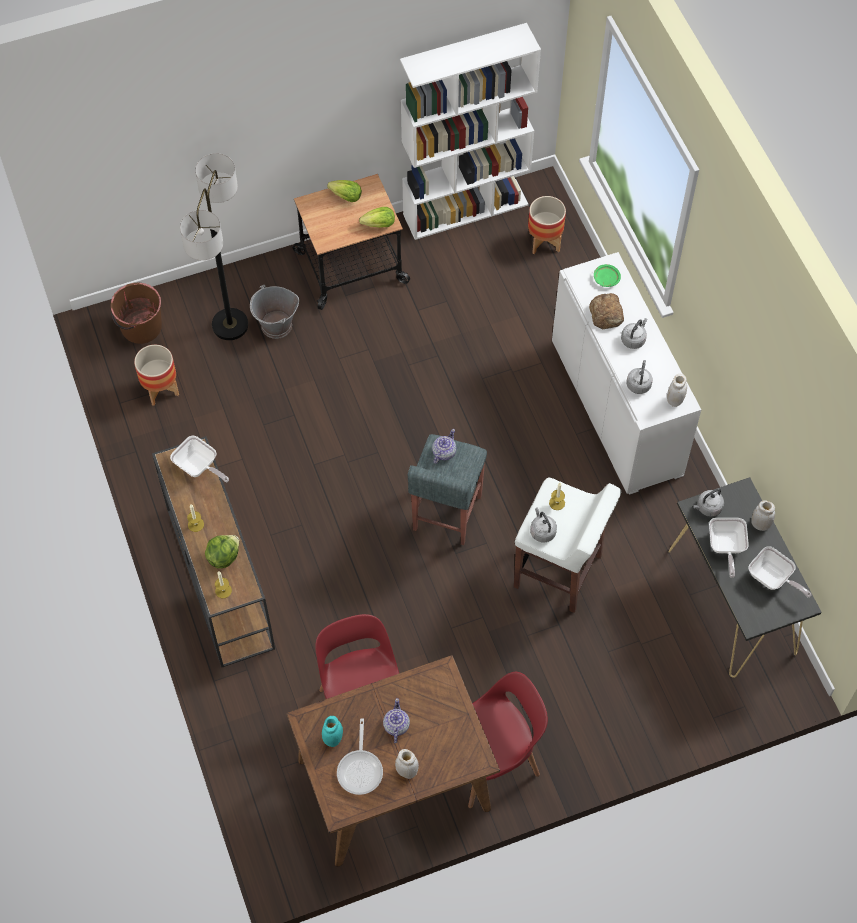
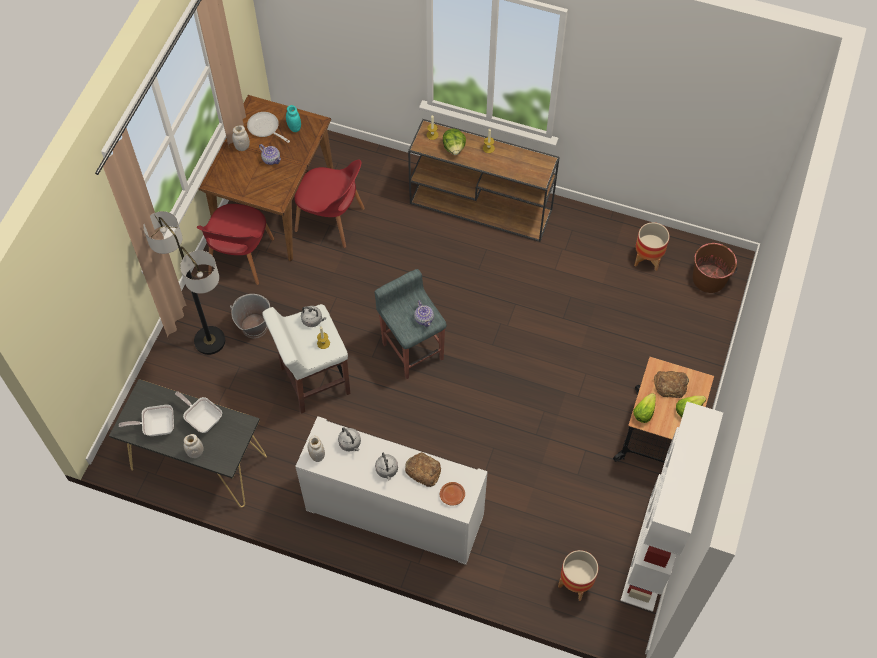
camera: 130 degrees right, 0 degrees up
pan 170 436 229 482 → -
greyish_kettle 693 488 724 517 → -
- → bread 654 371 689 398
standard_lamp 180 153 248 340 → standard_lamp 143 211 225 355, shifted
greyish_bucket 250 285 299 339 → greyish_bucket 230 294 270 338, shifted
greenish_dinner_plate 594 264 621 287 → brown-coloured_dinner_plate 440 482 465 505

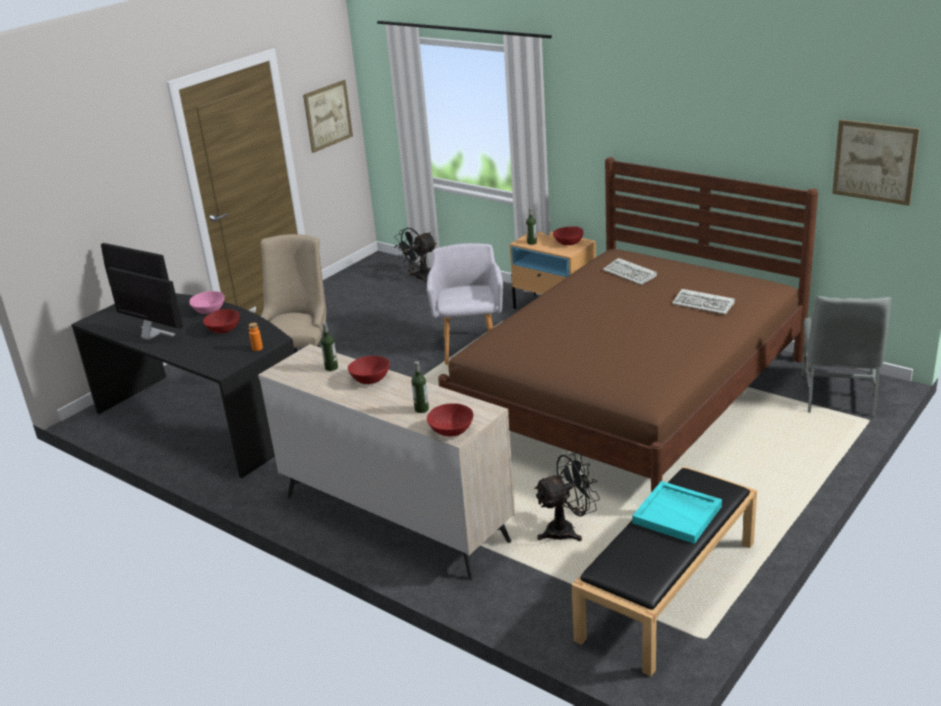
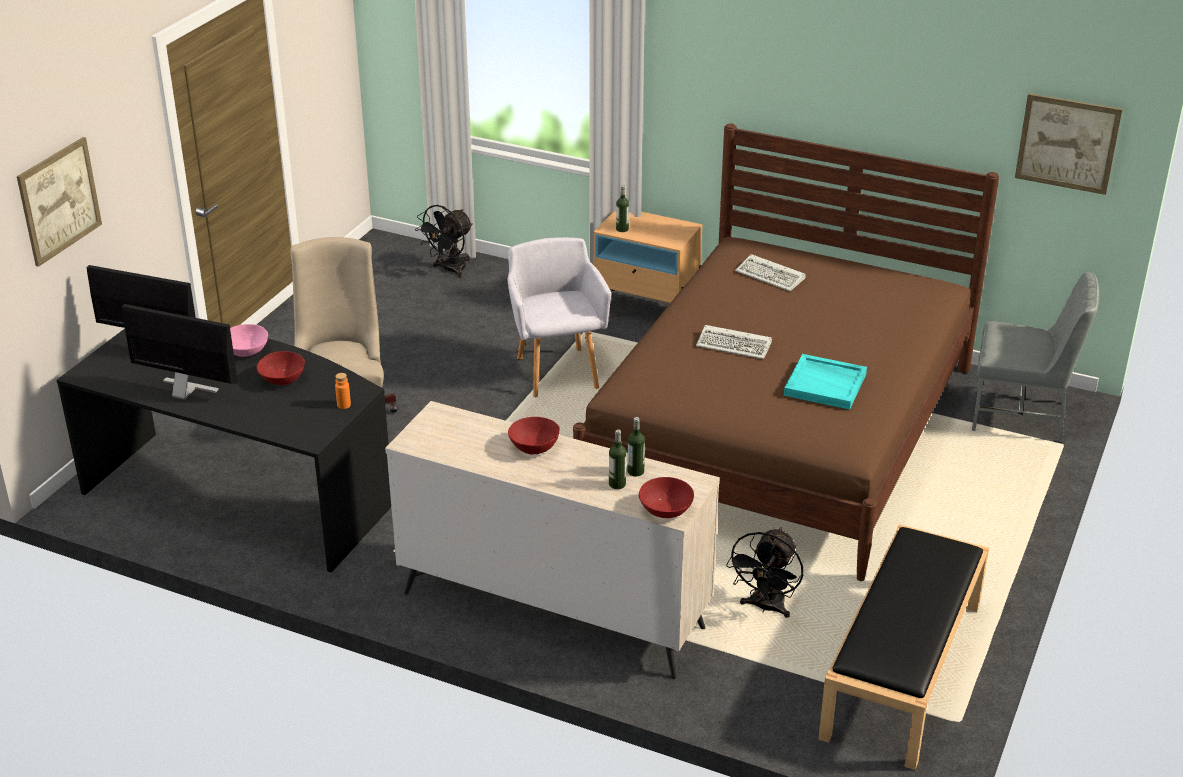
camera: 15 degrees left, 5 degrees up
red_bowl 553 226 584 245 → -
picture 303 80 353 153 → picture 17 137 102 267, shifted
bottle 321 322 338 371 → bottle 627 417 645 477, shifted
turquoise_tray 632 481 722 544 → turquoise_tray 784 354 867 410, shifted
computer_keyboard 672 289 735 314 → computer_keyboard 696 325 772 359, shifted
black_fan 534 453 600 541 → black_fan 726 527 803 618, 150 degrees clockwise
greyish_plain_chair 801 296 891 417 → greyish_plain_chair 972 272 1099 443, 75 degrees counterclockwise

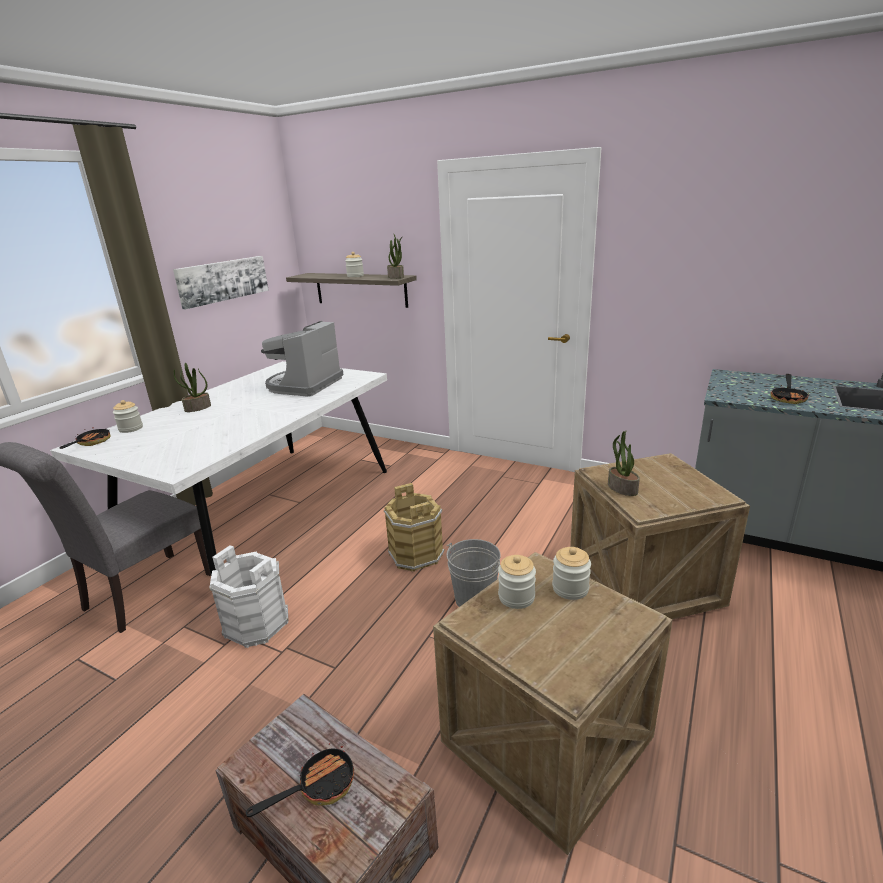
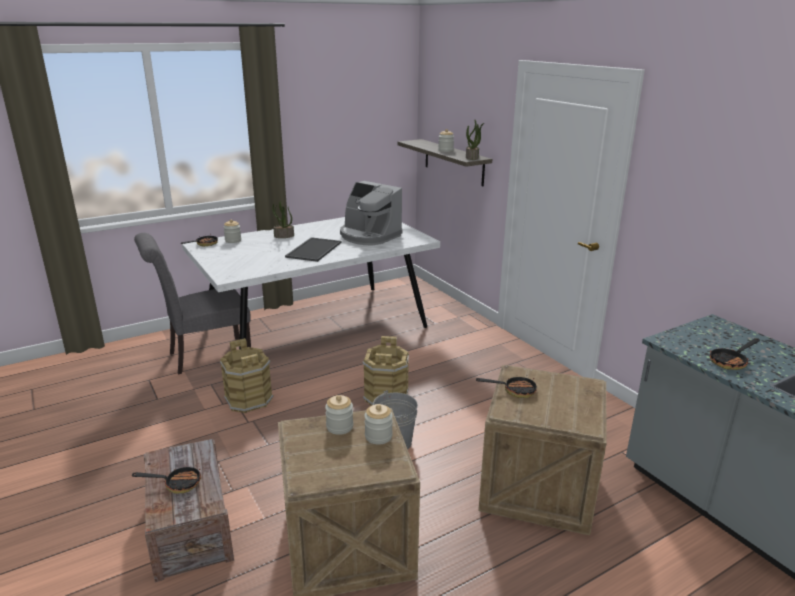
camera: 30 degrees right, 0 degrees up
picture 173 256 269 309 → -
- → tray 285 237 341 262
houseplant 608 431 640 496 → pan 476 375 537 398
white-coloured_bucket 209 545 289 648 → brown-coloured_bucket 220 338 274 413
coffee_brewer 261 321 344 397 → coffee_brewer 340 181 403 245, 105 degrees counterclockwise

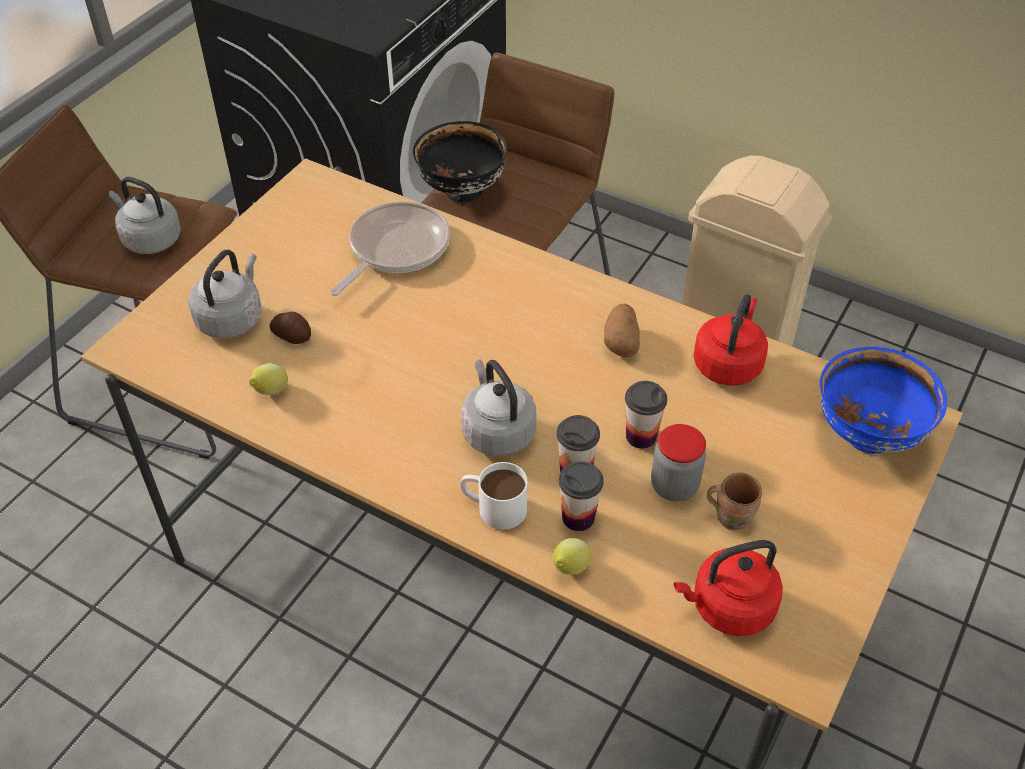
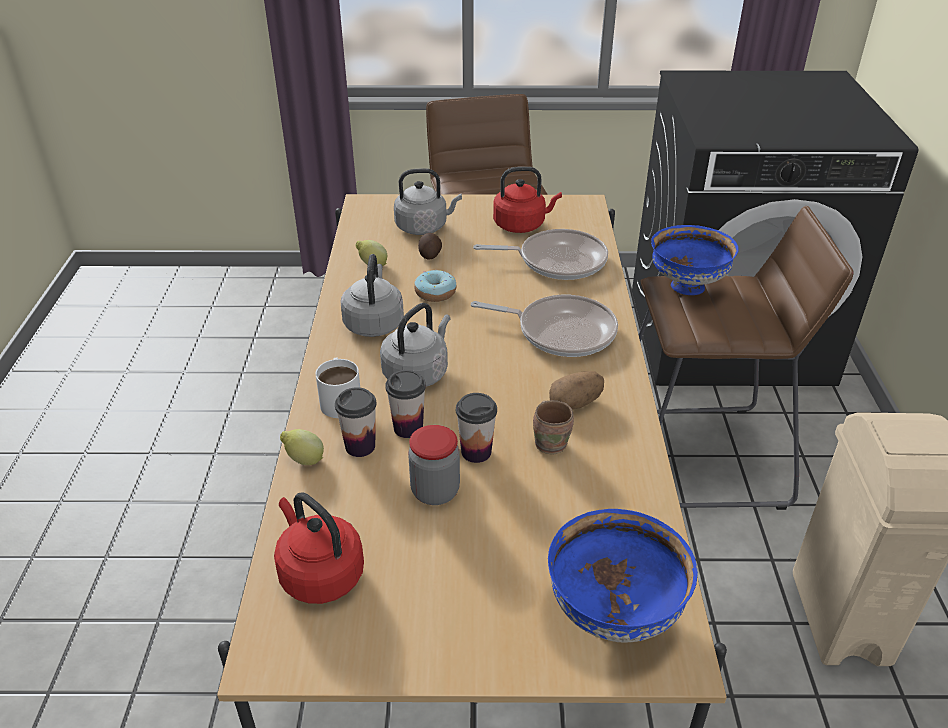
camera: 60 degrees right, 10 degrees down
- → doughnut 414 270 456 302
- → pan 471 295 618 357
greyish_kettle 109 177 181 254 → greyish_kettle 340 254 404 337, shifted
red_kettle 693 294 768 386 → red_kettle 493 167 562 233, shifted
brown-coloured_mug 707 473 762 531 → brown-coloured_mug 533 400 574 455, shifted
black_bowl 413 121 507 202 → blue-coloured_bowl 651 225 739 295

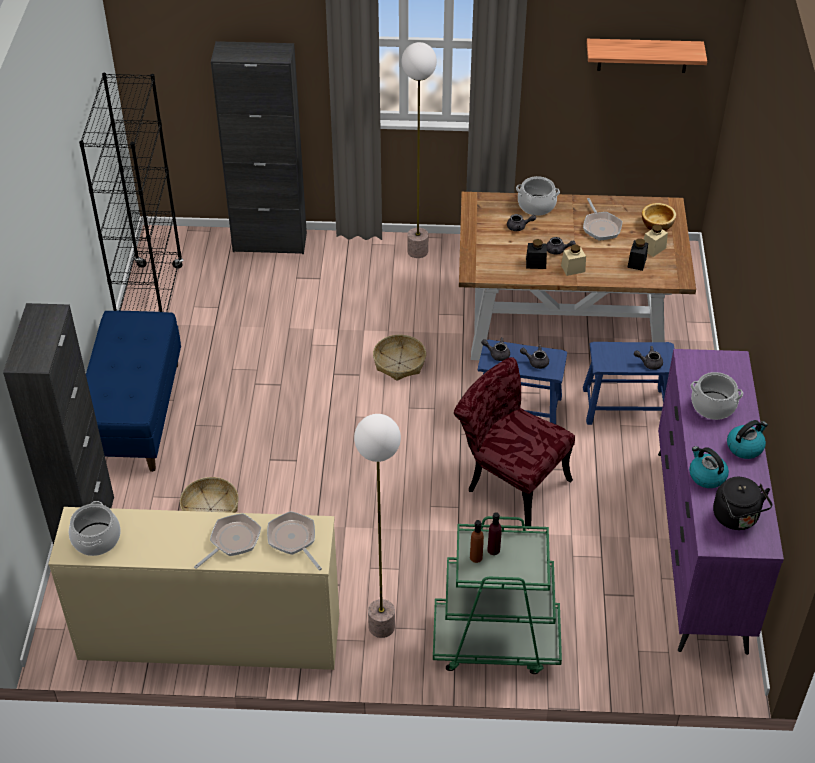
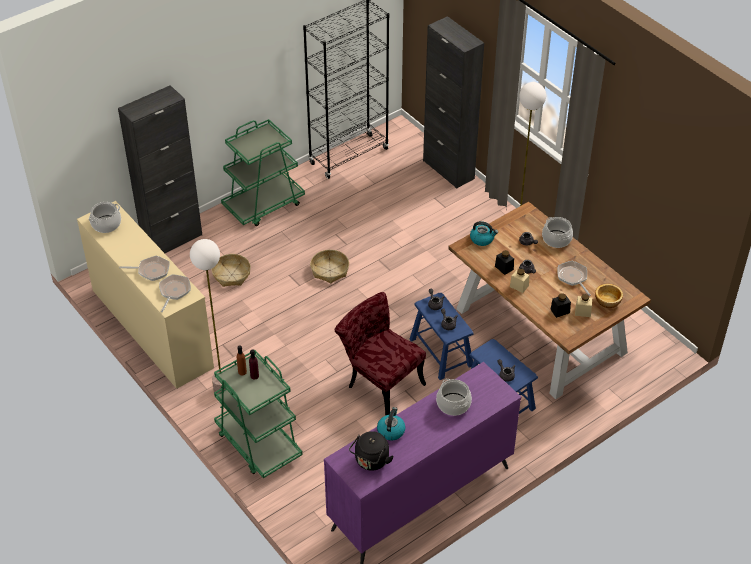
camera: 50 degrees right, 0 degrees up
shelf 586 39 707 73 → -
storage_basket 373 335 426 381 → storage_basket 310 250 349 284, shifted
kettle 727 420 768 459 → kettle 470 221 498 246, shifted
blue-coloured_long_seat 86 311 181 472 → greenish_trolley 221 119 305 226
red_plain_chair 454 357 575 526 → red_plain_chair 335 292 426 416, 45 degrees counterclockwise
pan 583 198 622 240 → pan 557 261 591 296, 120 degrees clockwise

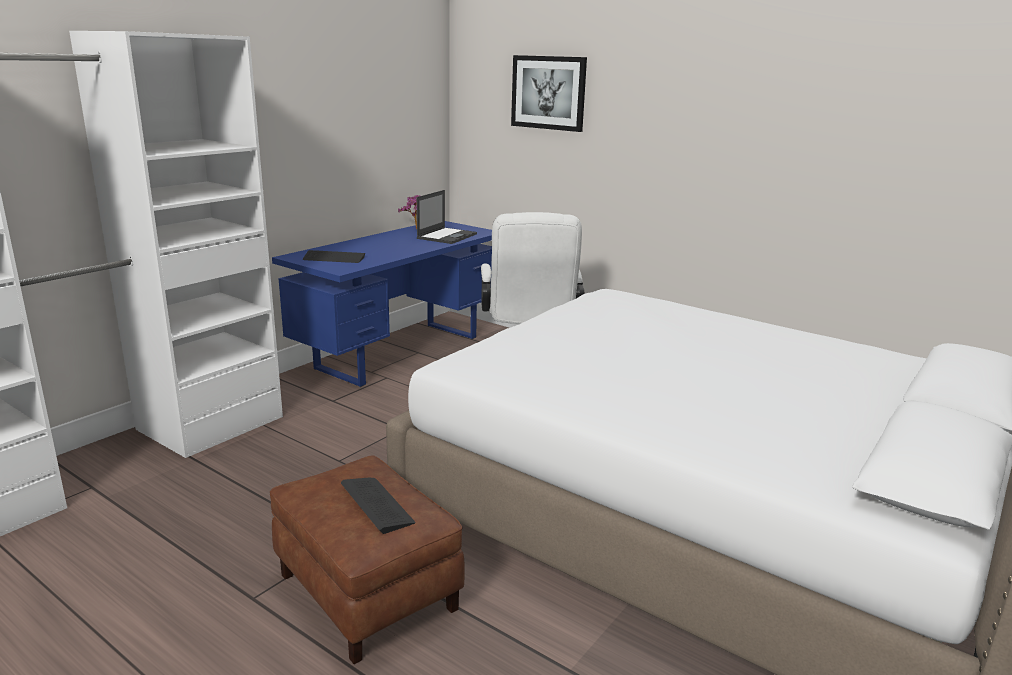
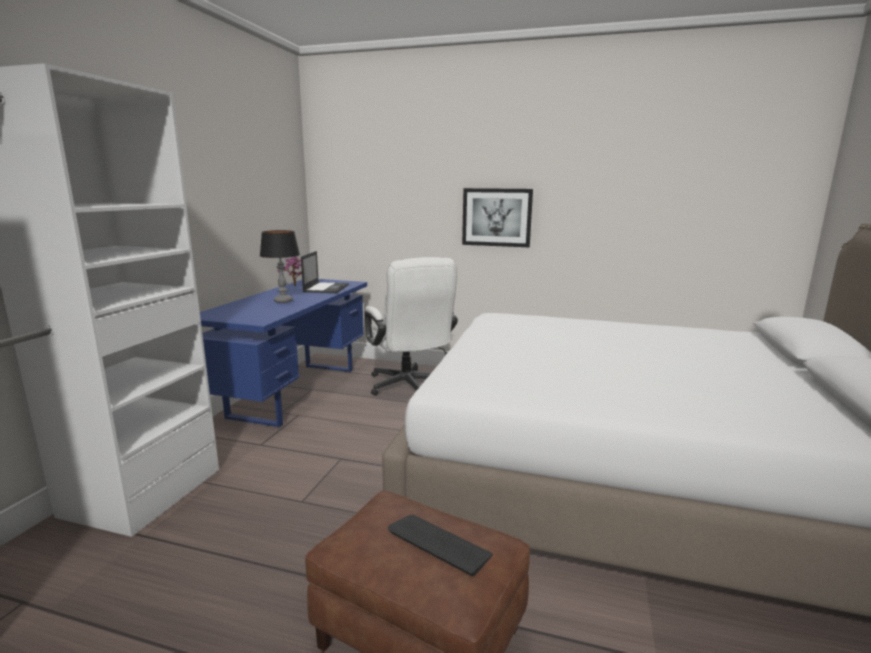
camera: 20 degrees left, 5 degrees down
computer_keyboard 303 250 365 263 → -
- → tabletop_lamp 260 230 300 303
picture 511 55 587 132 → picture 462 188 533 247, shifted

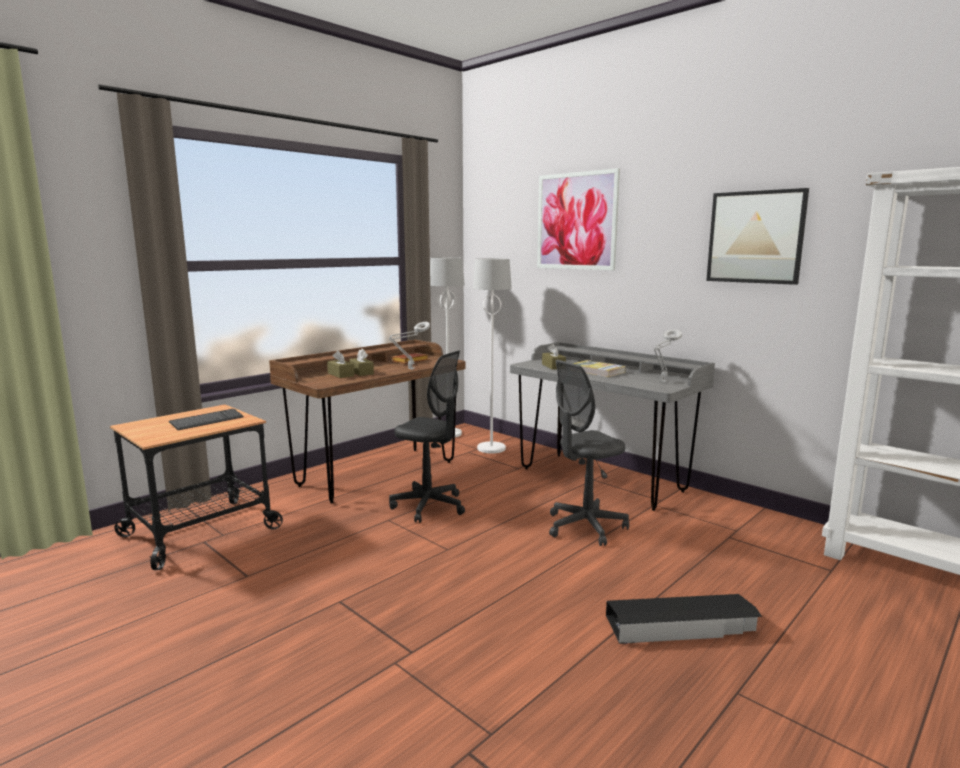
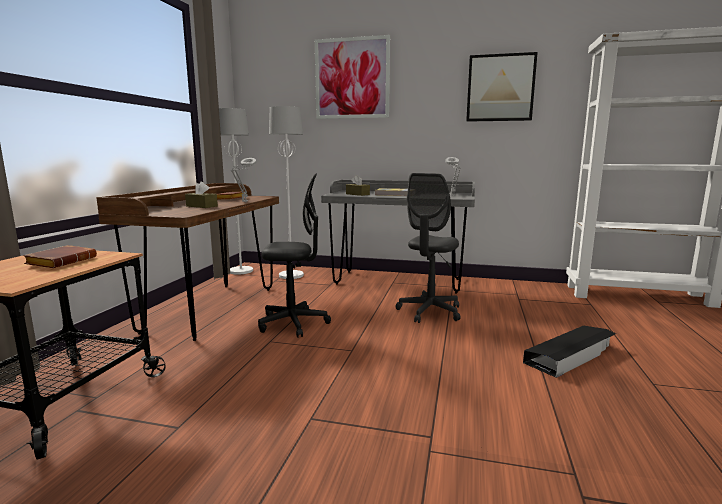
camera: 30 degrees left, 0 degrees up
brown-coloured_tissue_holder 327 350 354 378 → -
computer_keyboard 169 409 244 430 → brown-coloured_book 23 245 97 268

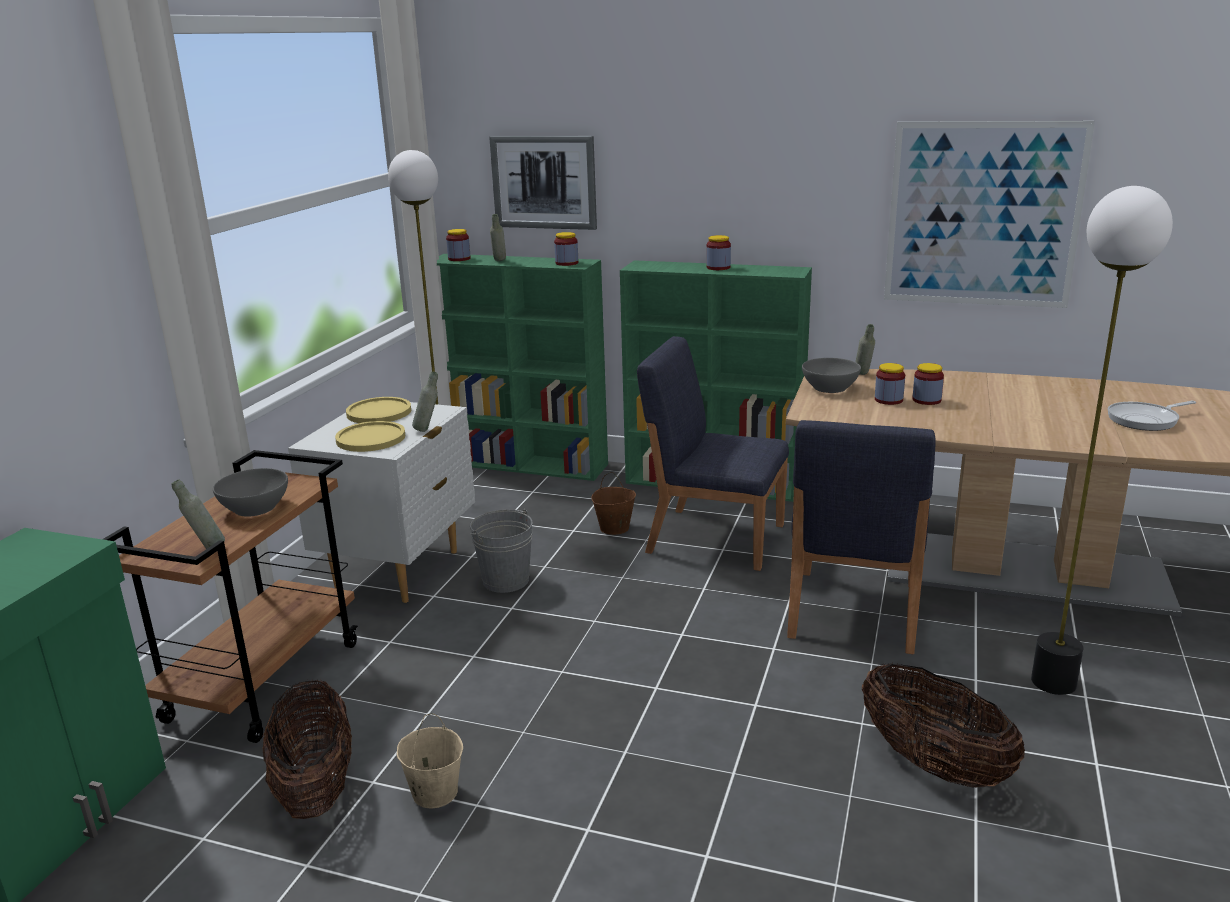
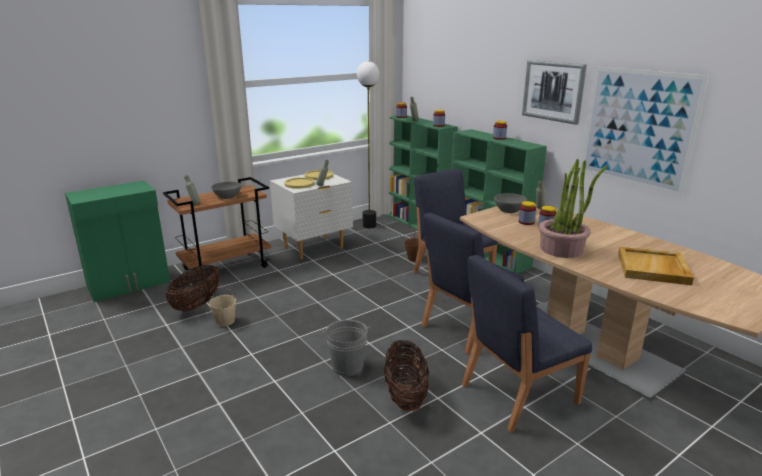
camera: 35 degrees right, 0 degrees up
- → houseplant 538 159 608 258
greyish_bucket 470 509 533 593 → greyish_bucket 323 320 370 376, shifted
picture 489 136 597 230 → picture 522 60 587 125, shifted
standard_lamp 1031 186 1173 695 → blue-coloured_plain_chair 462 255 592 432
pan 1108 401 1196 431 → sand-coloured_tray 618 247 694 285

